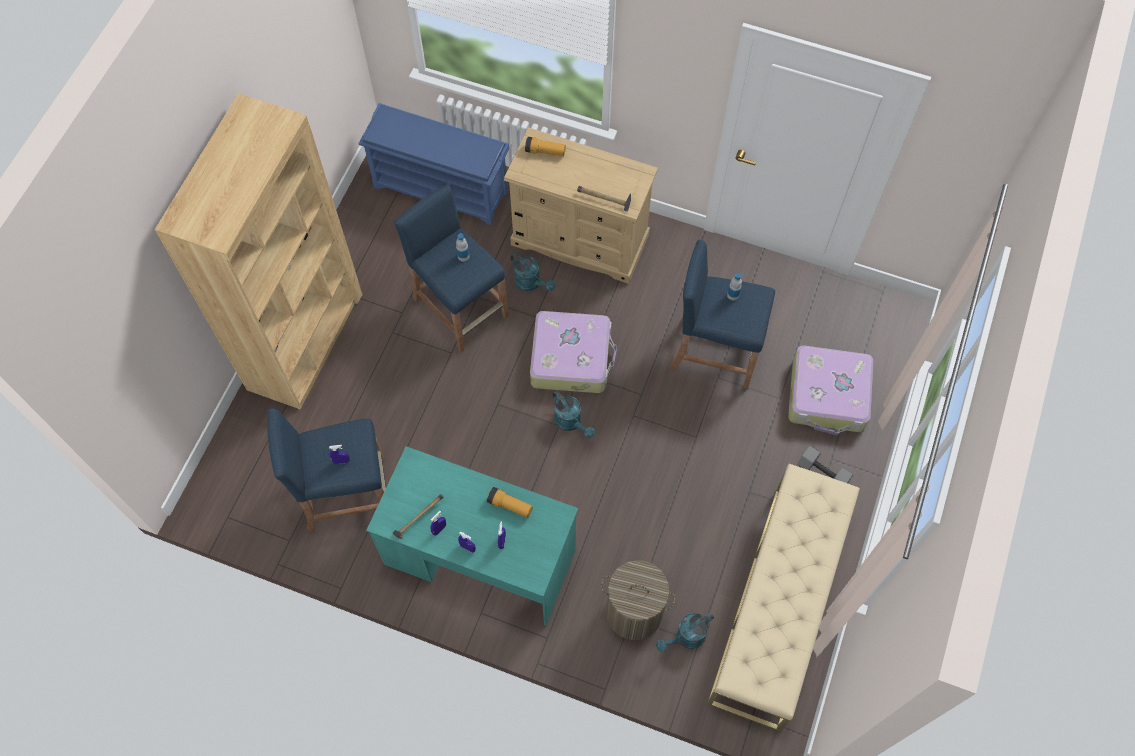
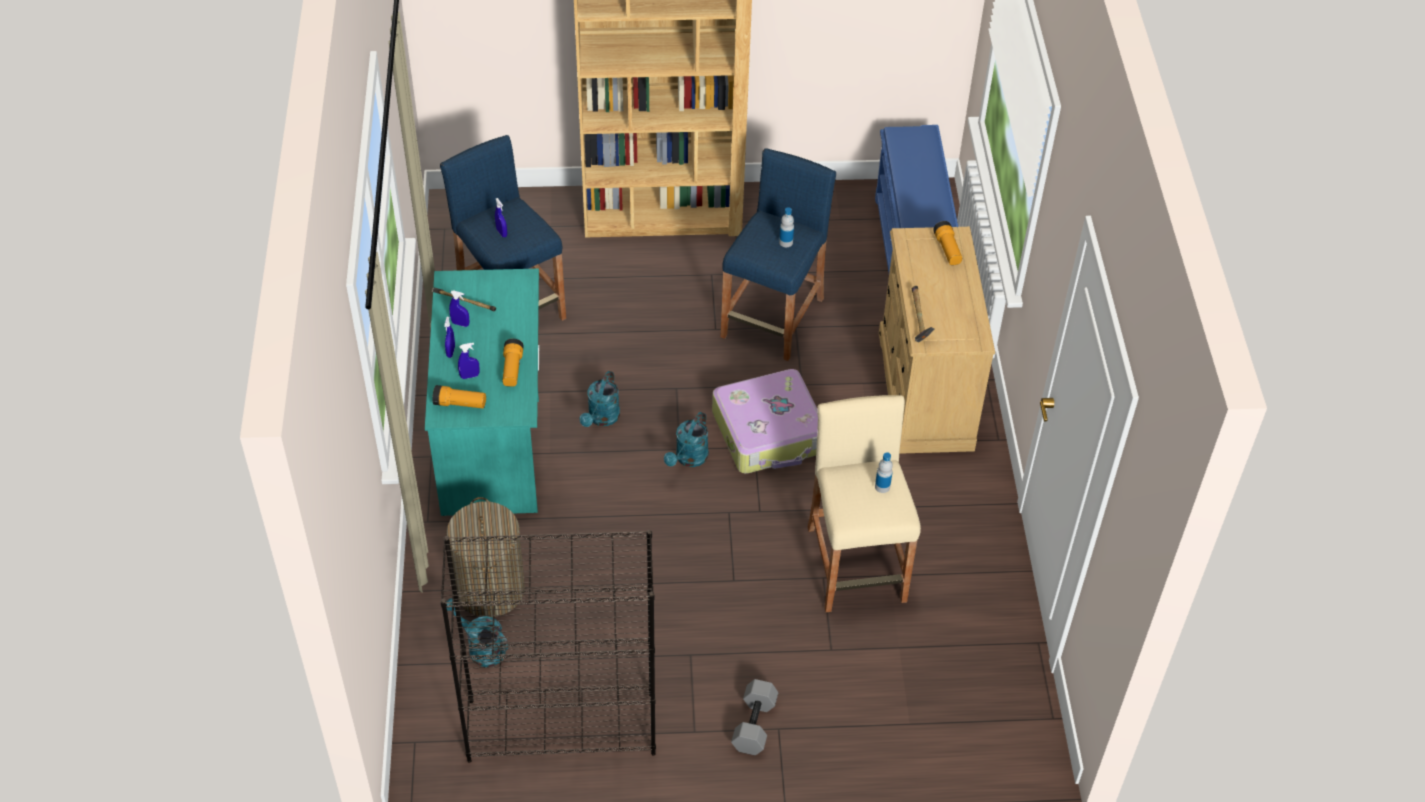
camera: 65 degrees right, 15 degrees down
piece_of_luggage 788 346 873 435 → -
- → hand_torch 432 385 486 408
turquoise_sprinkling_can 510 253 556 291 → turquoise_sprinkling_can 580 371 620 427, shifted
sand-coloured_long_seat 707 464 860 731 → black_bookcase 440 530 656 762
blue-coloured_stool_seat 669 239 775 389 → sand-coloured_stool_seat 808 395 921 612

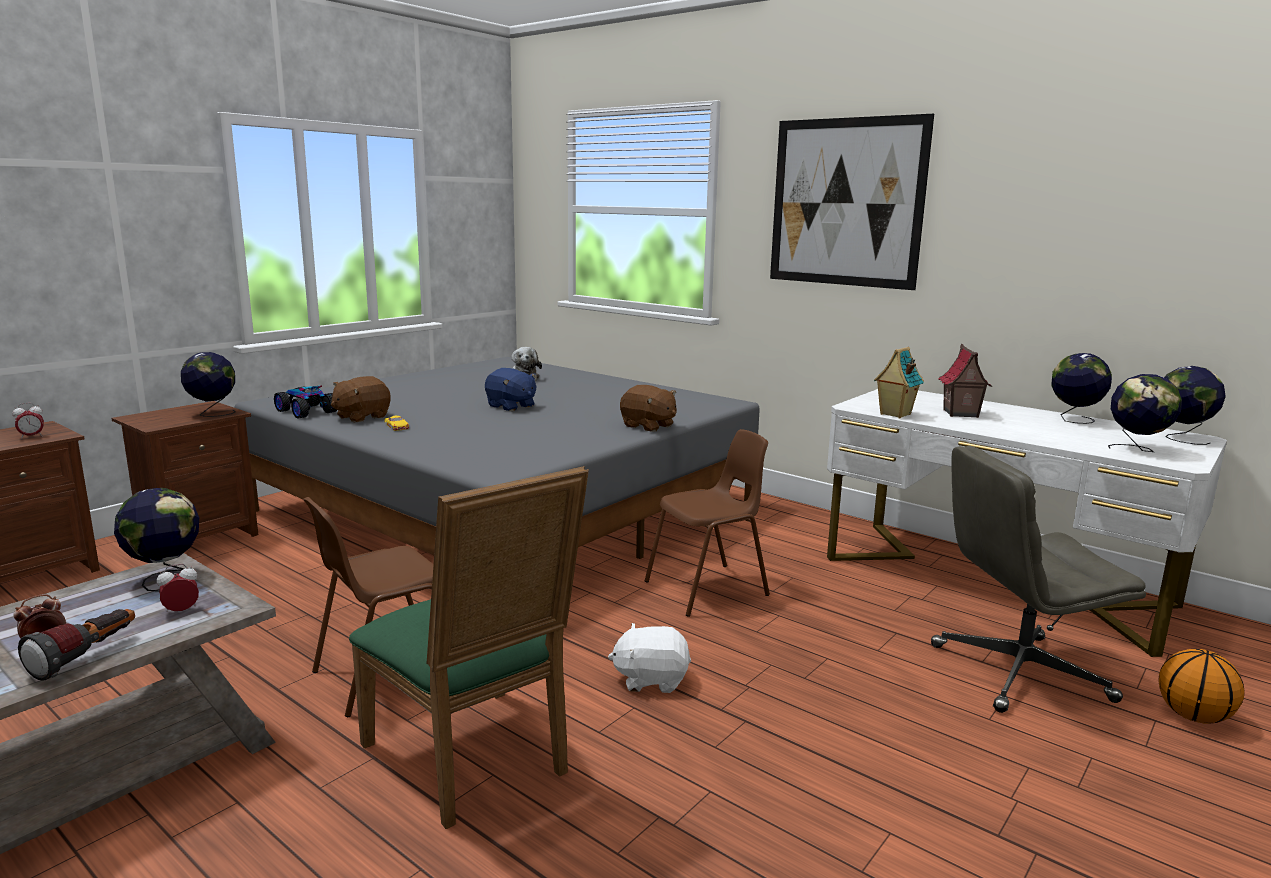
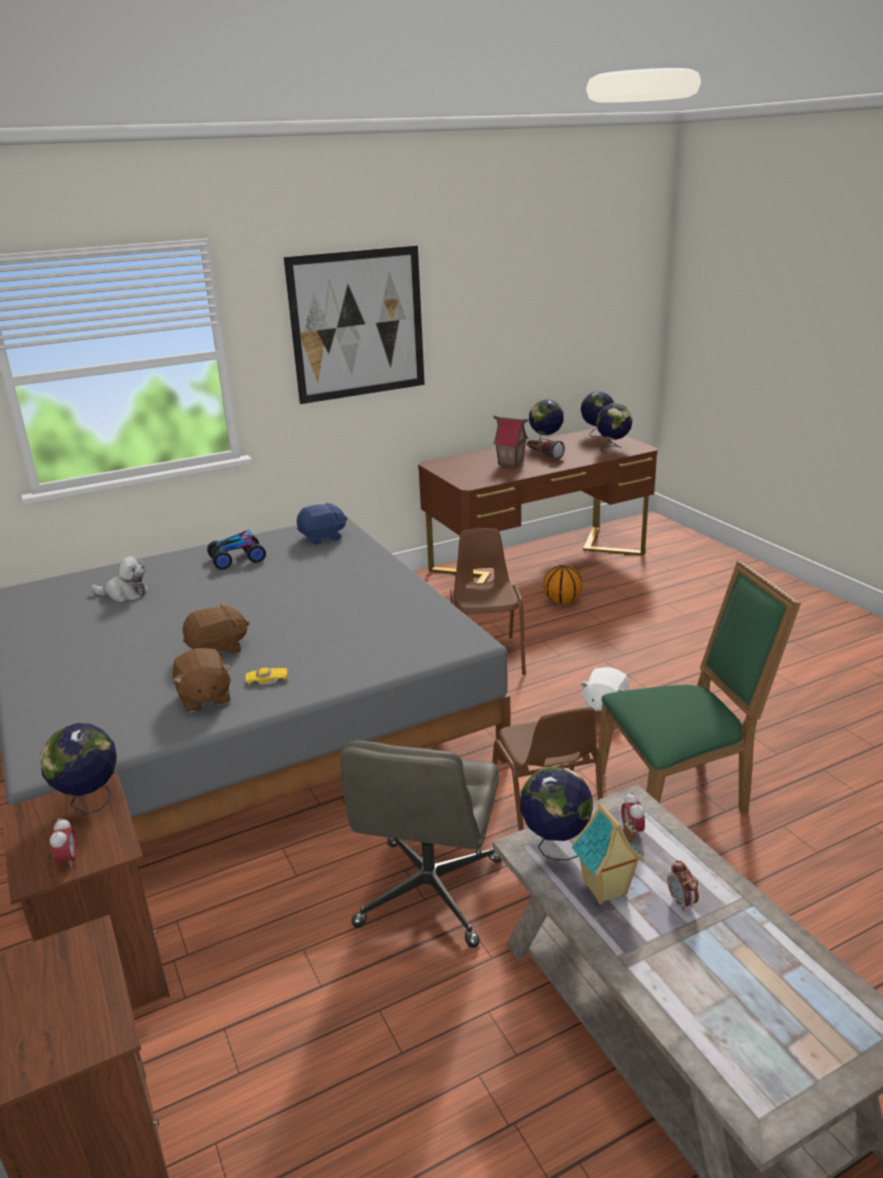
camera: 65 degrees left, 10 degrees up
alarm_clock 12 403 44 439 → alarm_clock 50 818 78 868, shifted
hand_torch 18 609 135 681 → hand_torch 526 440 565 460, shifted
miniature_car 274 386 337 419 → miniature_car 207 530 266 570, shifted
blue-coloured_cuddly_toy 485 368 537 411 → blue-coloured_cuddly_toy 297 502 348 545, shifted
brown-coloured_cuddly_toy 620 385 677 432 → brown-coloured_cuddly_toy 182 603 249 654, shifted
miniature_house 874 347 924 418 → miniature_house 572 802 643 904, shifted
greyish_computer_chair 931 446 1146 713 → greyish_computer_chair 340 740 502 948, shifted
ball_for_basketball 1158 649 1245 724 → ball_for_basketball 543 565 582 604, shifted
white-coloured_desk_unit 827 389 1227 657 → brown-coloured_desk_unit 418 428 658 583

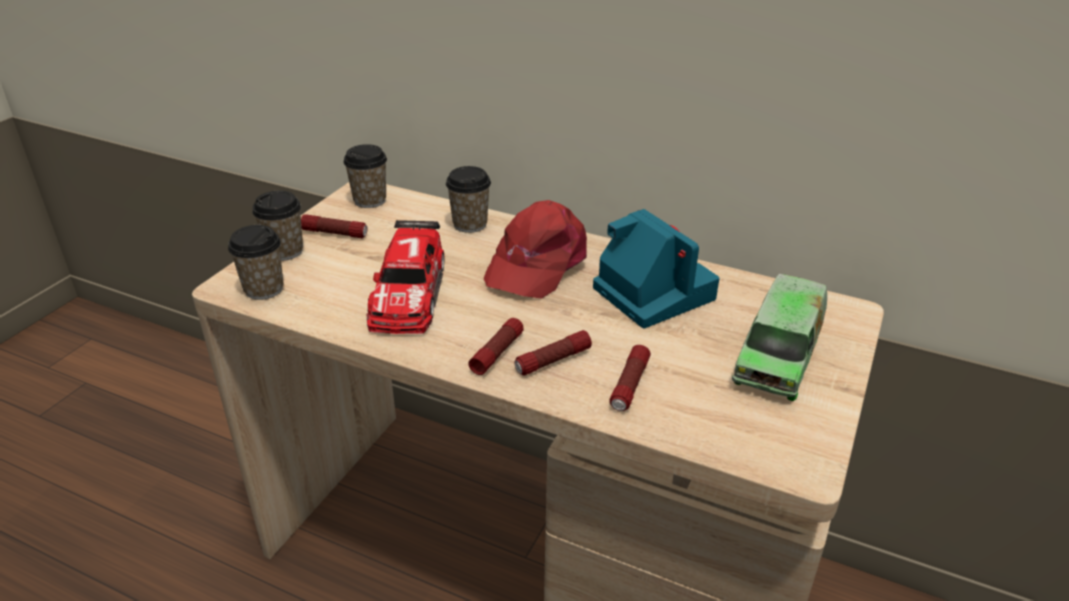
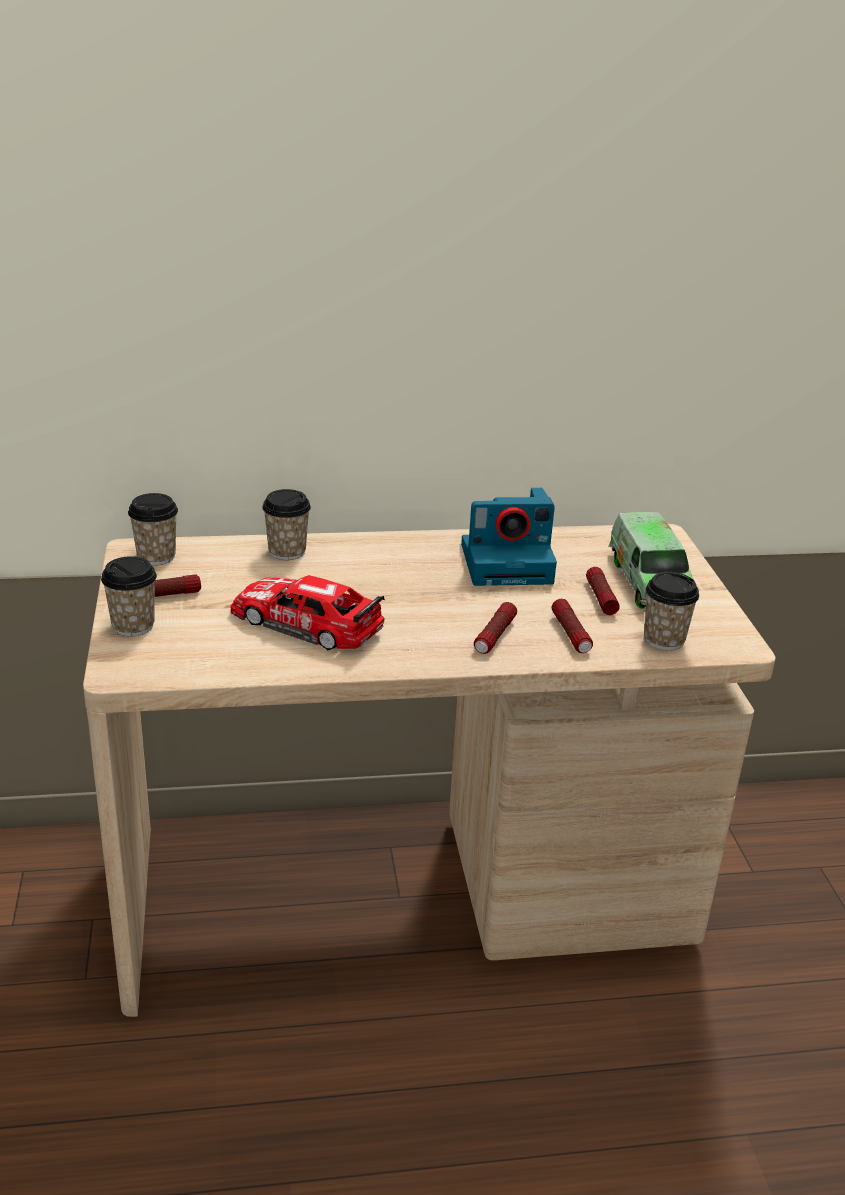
camera: 35 degrees left, 5 degrees down
red_baseball_cap 483 200 587 299 → -
small_cup 228 225 283 300 → small_cup 644 572 699 650, shifted
hand_torch 468 318 524 375 → hand_torch 586 567 620 615, shifted
miniature_car 367 220 445 334 → miniature_car 230 575 385 650, 150 degrees clockwise
photo_camera 593 209 720 328 → photo_camera 461 488 557 586, 150 degrees clockwise

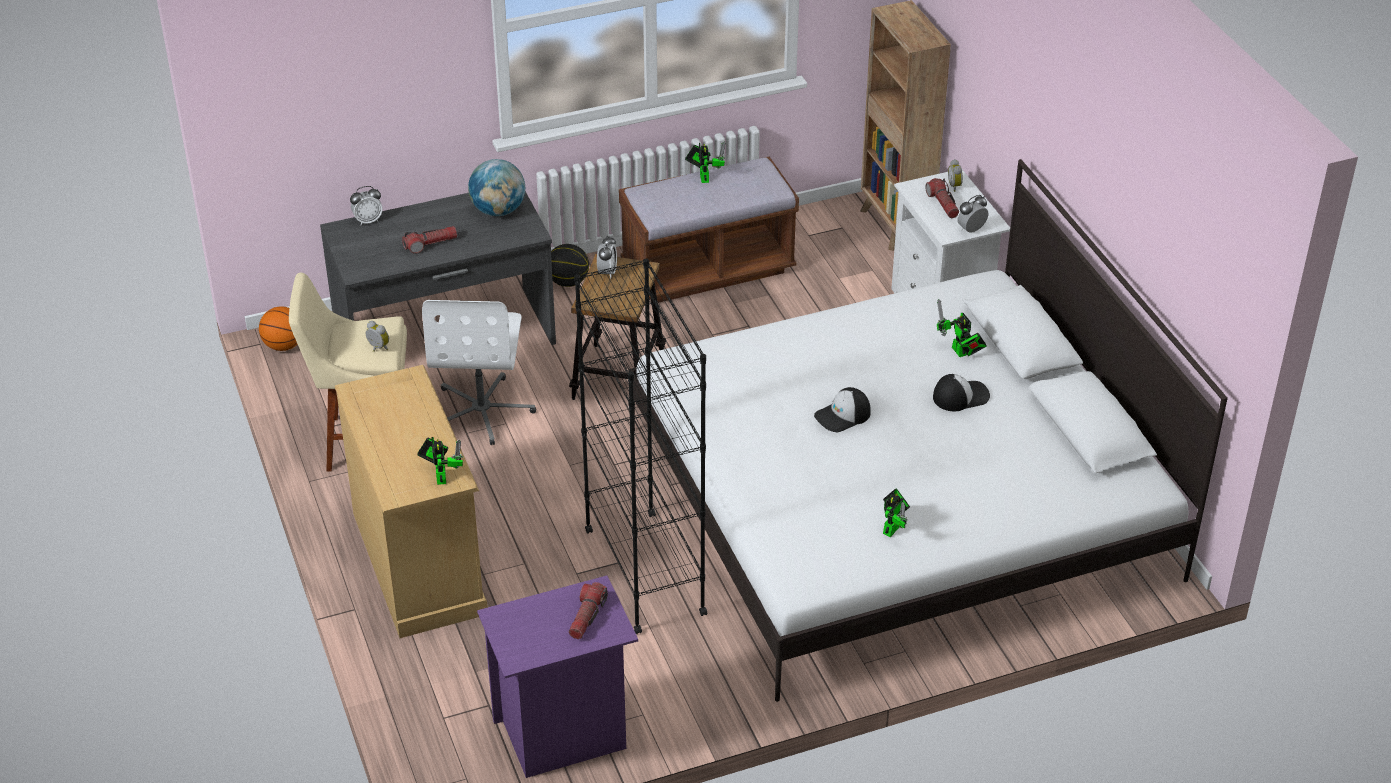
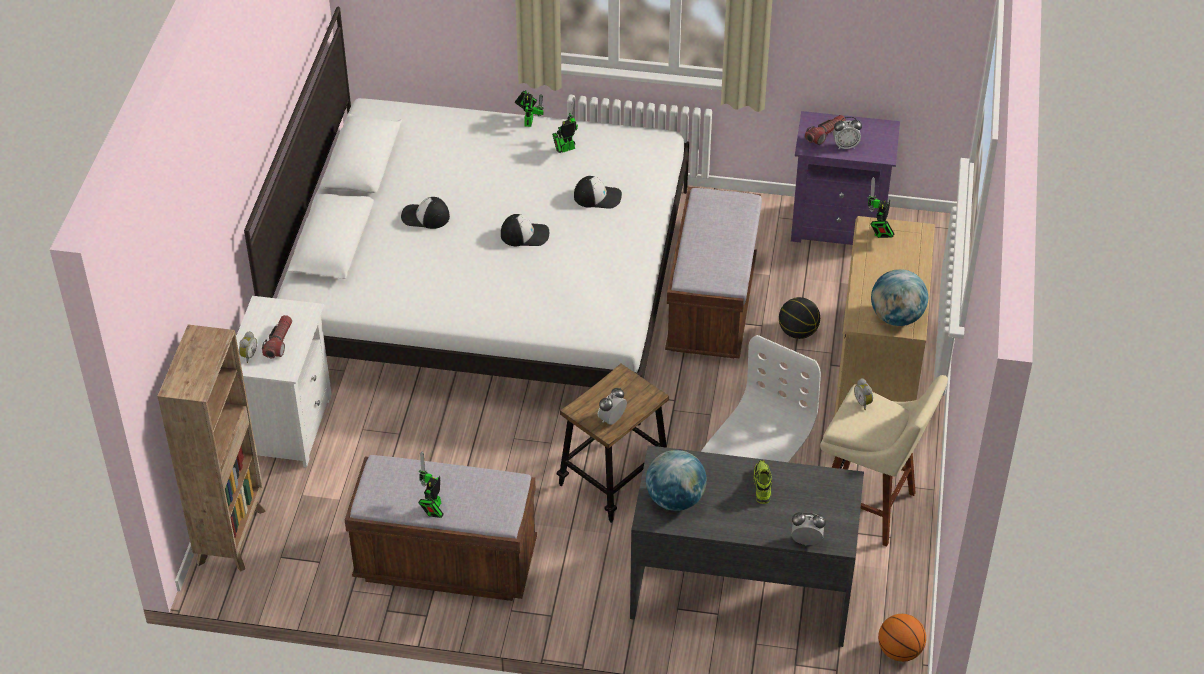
camera: 150 degrees left, 5 degrees up
- → baseball_cap 574 176 622 209
- → desk_globe 871 269 928 326
ball_for_basketball 551 244 589 287 → ball_for_basketball 779 297 820 339, shifted
toy_robot 937 299 987 357 → toy_robot 515 90 544 127, shifted
alarm_clock 957 195 989 233 → alarm_clock 833 117 862 149, shifted
hand_torch 402 226 457 254 → low_shoe 753 460 772 504
black_bookcase 574 258 708 634 → brown-coloured_long_seat 665 187 762 359

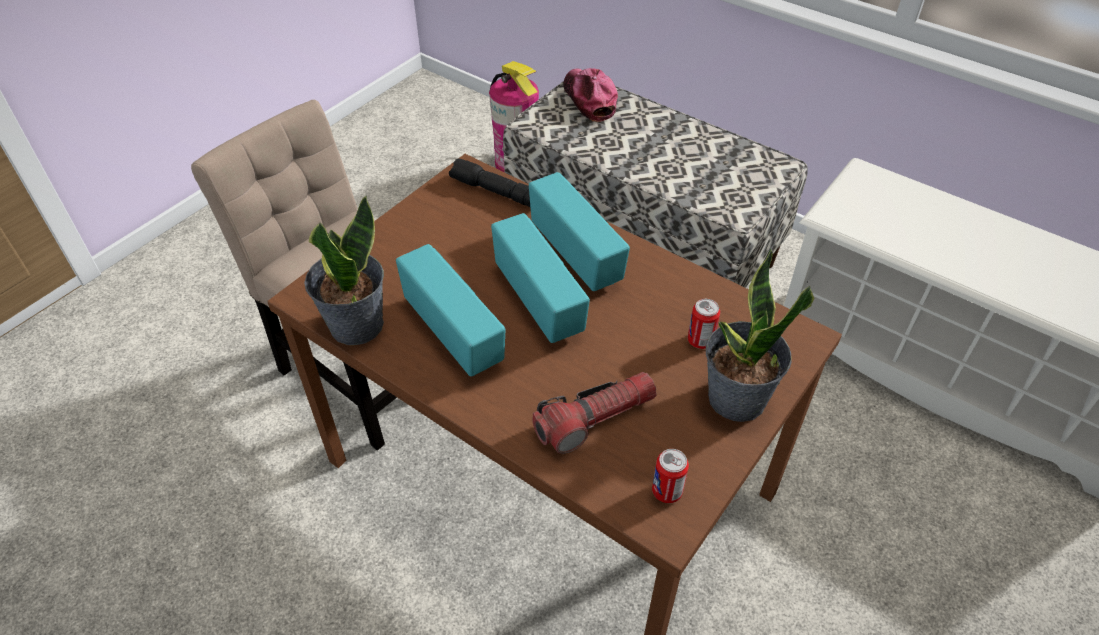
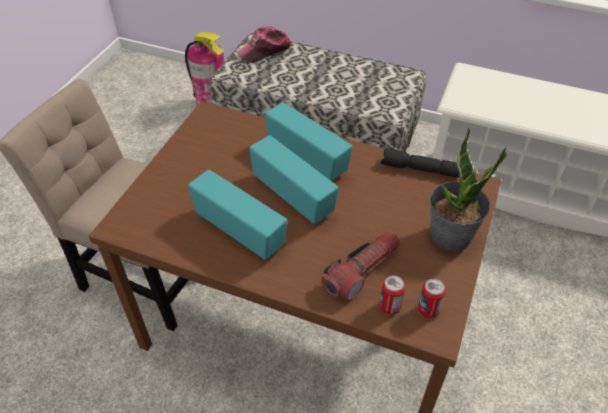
camera: 15 degrees left, 0 degrees up
houseplant 304 195 384 345 → -
black_hand_torch 449 158 530 207 → black_hand_torch 381 148 460 178, shifted
metal_can 688 299 720 349 → metal_can 379 275 405 315, shifted
baseball_cap 563 68 618 122 → baseball_cap 237 26 291 63, 90 degrees counterclockwise

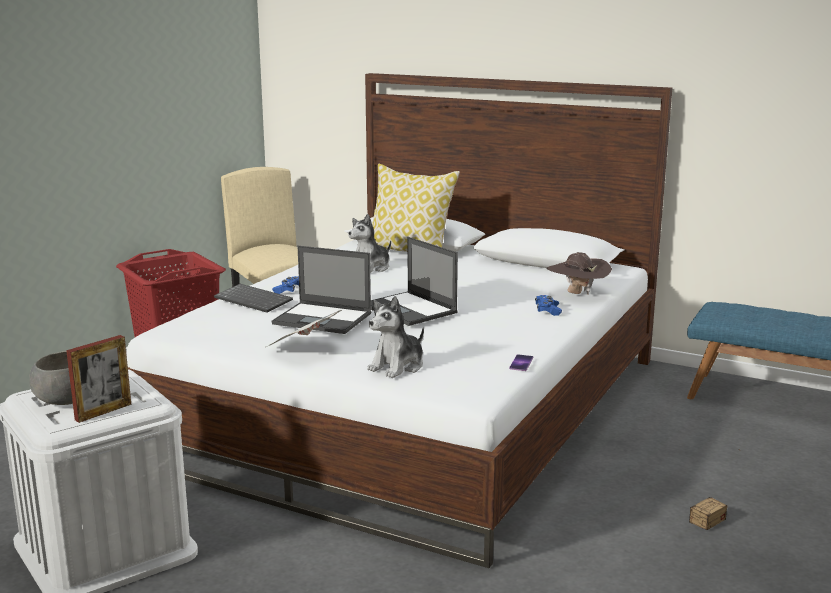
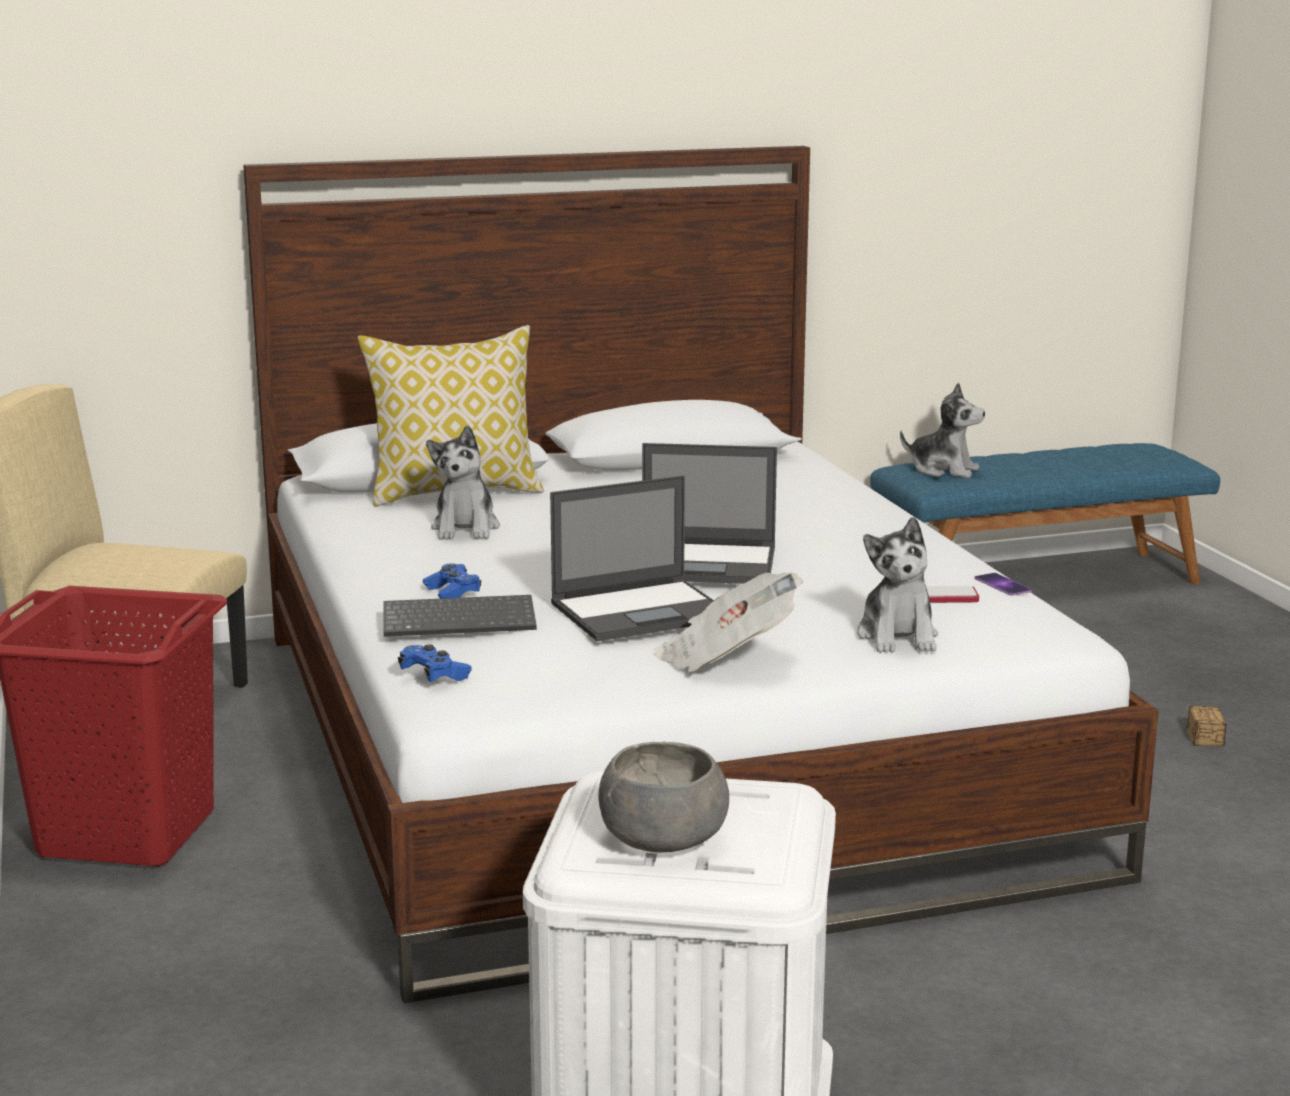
camera: 45 degrees left, 0 degrees up
standing_frame 66 335 131 423 → -
brown-coloured_clothing_hat 546 252 612 295 → -
- → cuddly_toy 900 382 985 478
- → telephone 926 586 979 603
blue-coloured_gamepad 535 295 562 316 → blue-coloured_gamepad 398 645 472 682, shifted

